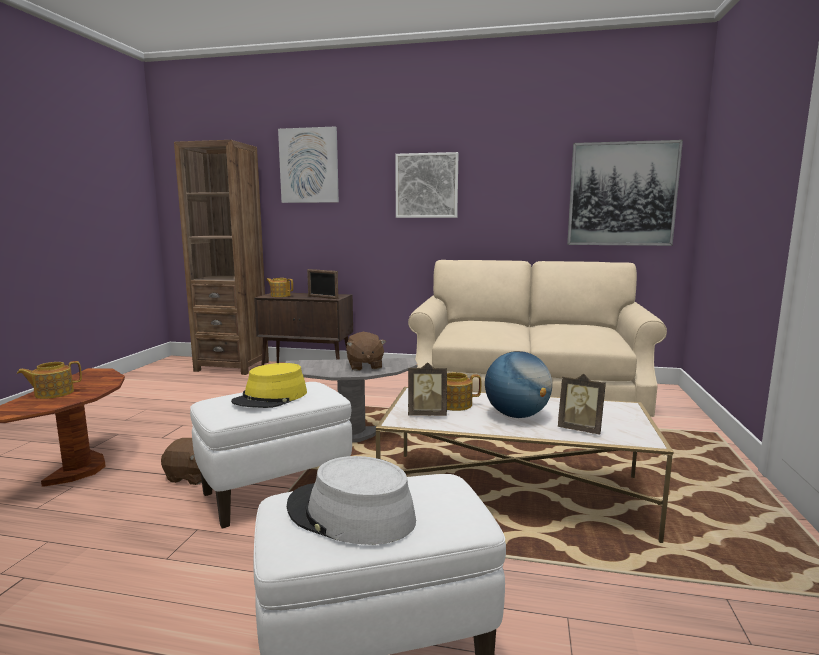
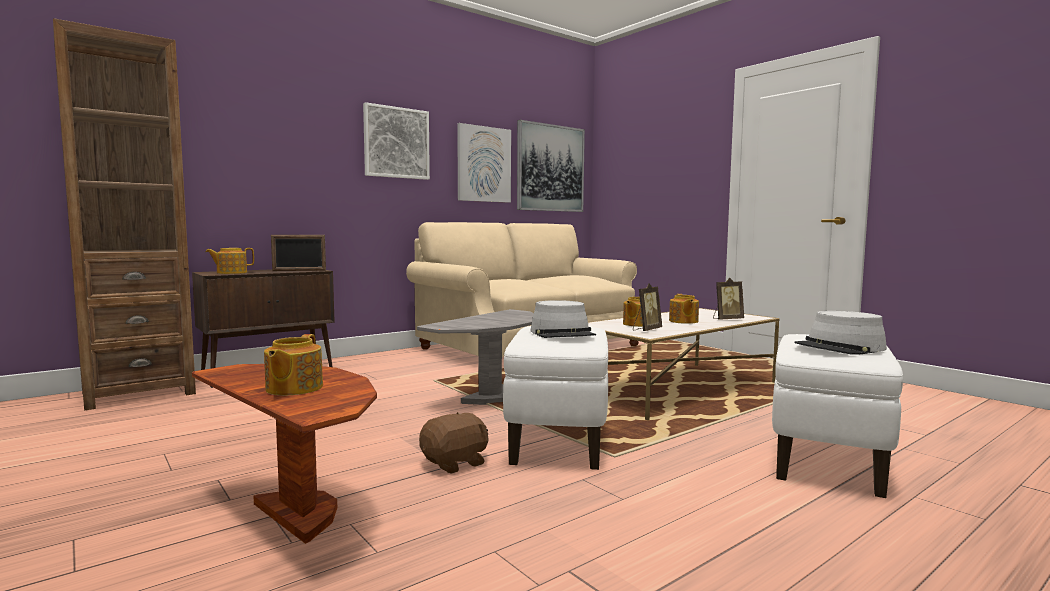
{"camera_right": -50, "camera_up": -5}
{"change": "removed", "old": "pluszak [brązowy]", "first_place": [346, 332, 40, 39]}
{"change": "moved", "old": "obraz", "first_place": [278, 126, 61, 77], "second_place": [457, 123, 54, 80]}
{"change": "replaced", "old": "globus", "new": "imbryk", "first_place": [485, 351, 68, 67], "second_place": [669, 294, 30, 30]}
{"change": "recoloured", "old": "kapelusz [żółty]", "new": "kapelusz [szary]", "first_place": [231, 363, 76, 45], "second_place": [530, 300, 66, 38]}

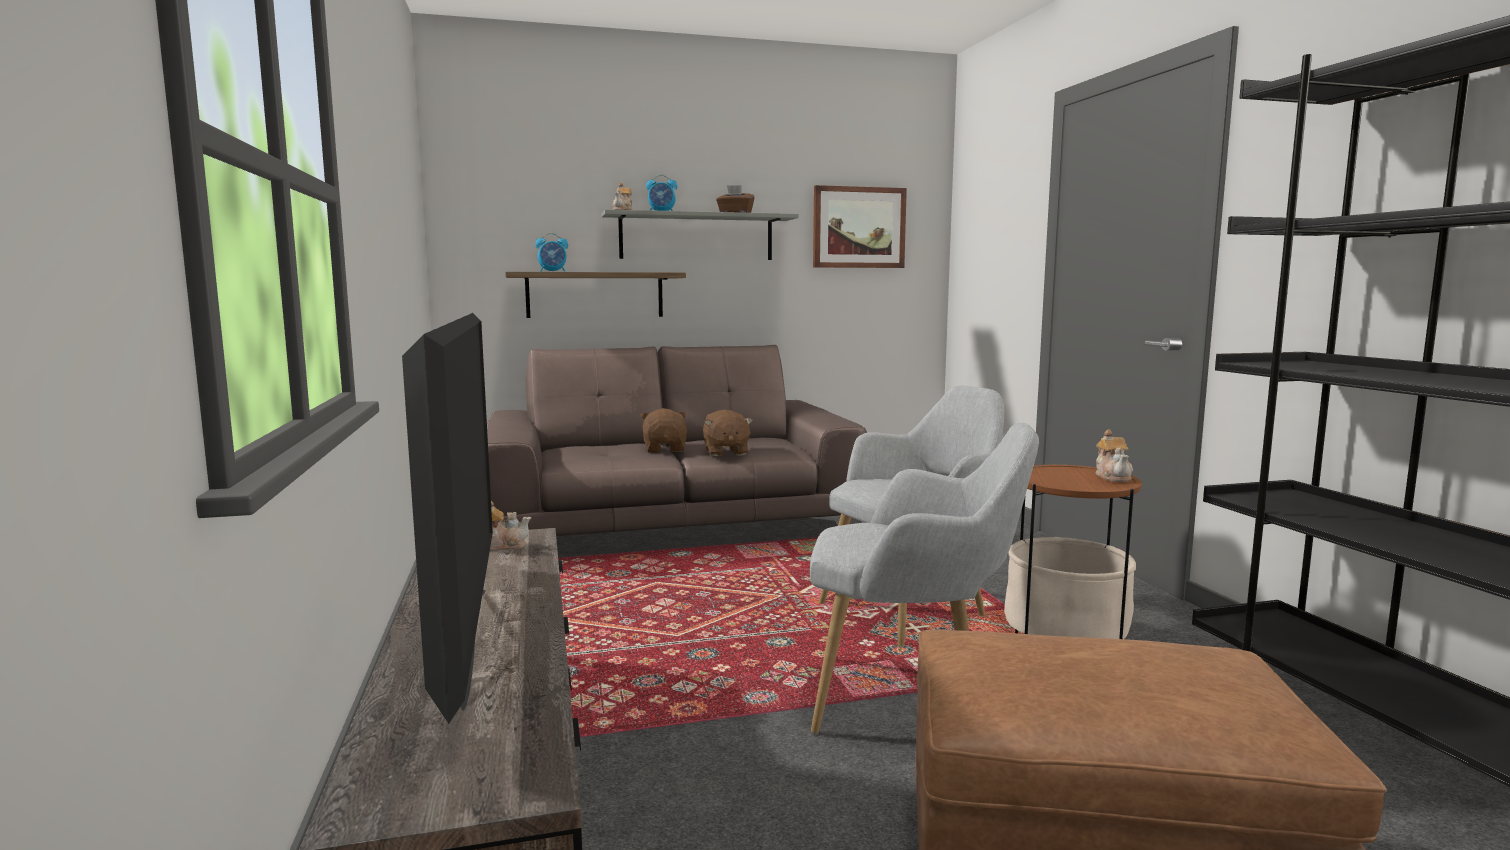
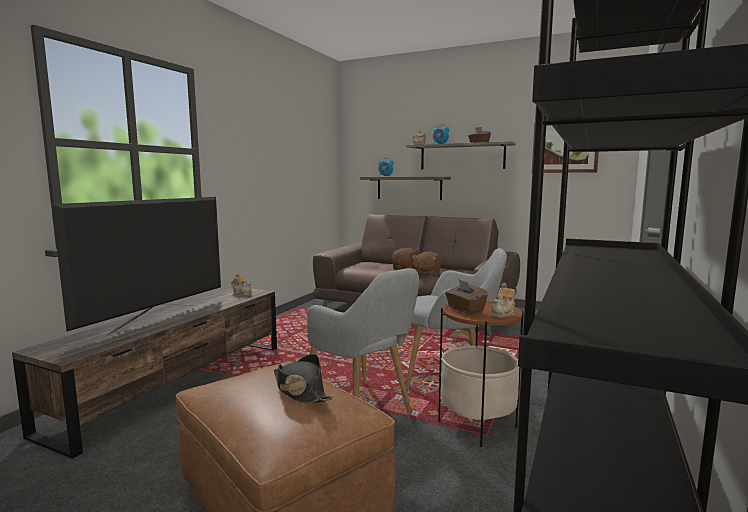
{"camera_right": 40, "camera_up": 0}
{"change": "added", "new": "kapelusz [czarny]", "second_place": [274, 354, 59, 50]}
{"change": "added", "new": "pudełko chusteczek [brązowy]", "second_place": [445, 279, 43, 35]}

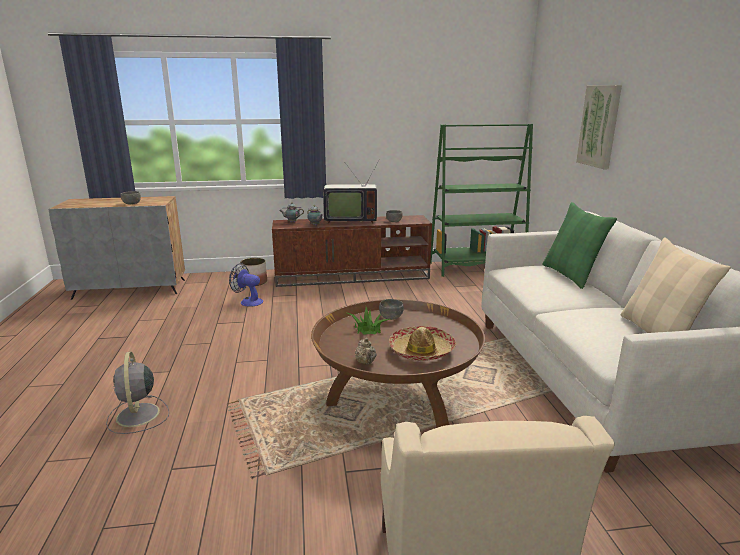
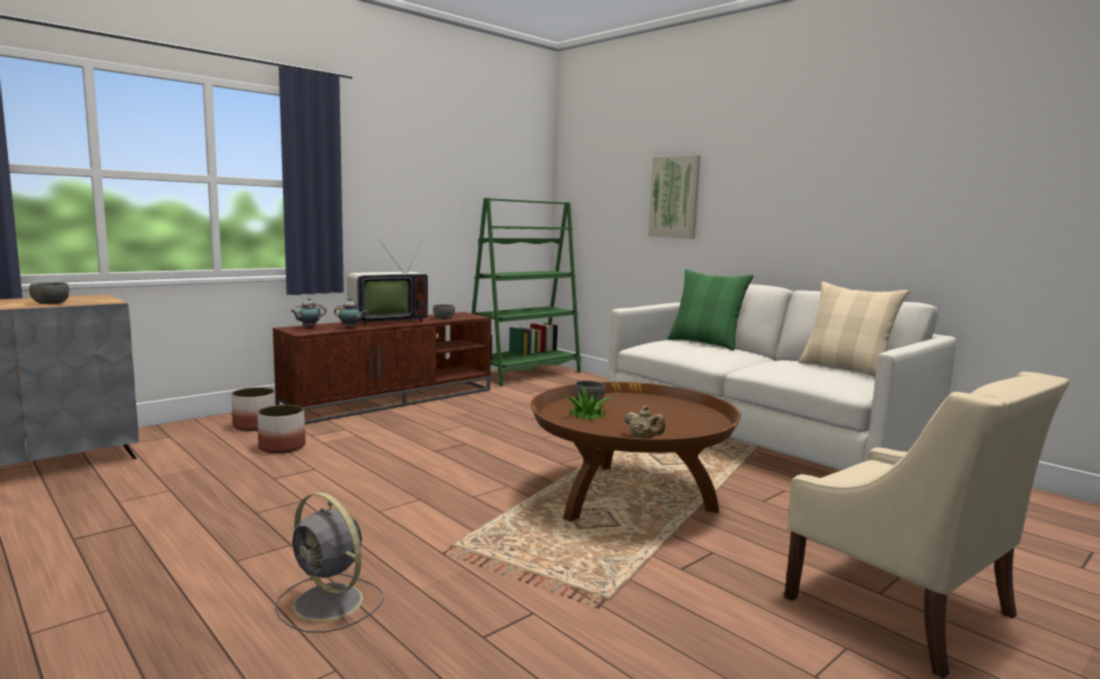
{"camera_right": -35, "camera_up": -10}
{"change": "removed", "old": "kapelusz", "first_place": [389, 326, 67, 35]}
{"change": "replaced", "old": "wentylator", "new": "donica", "first_place": [229, 263, 34, 44], "second_place": [257, 405, 49, 48]}

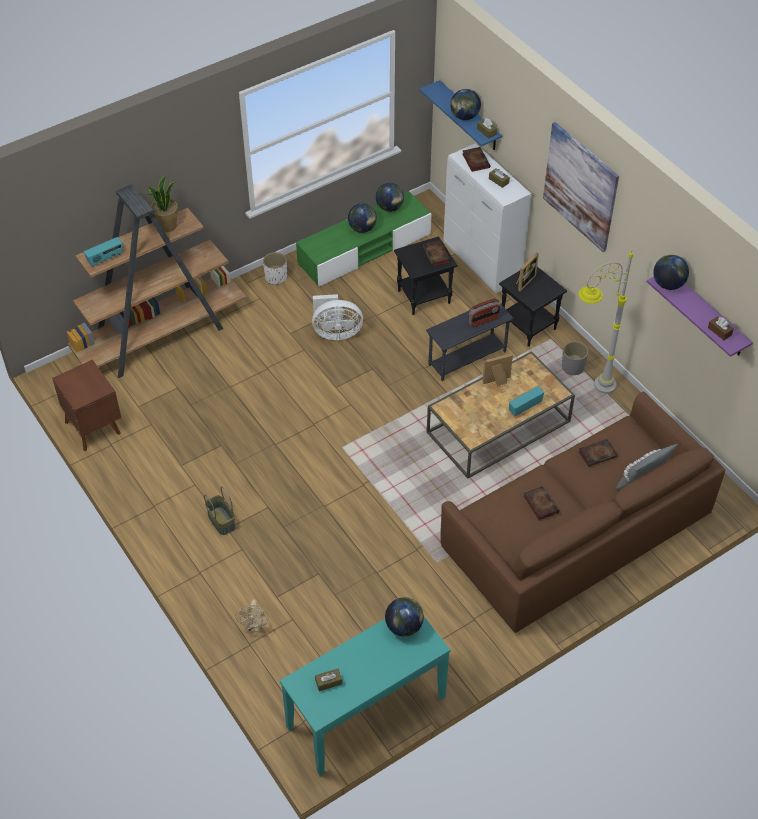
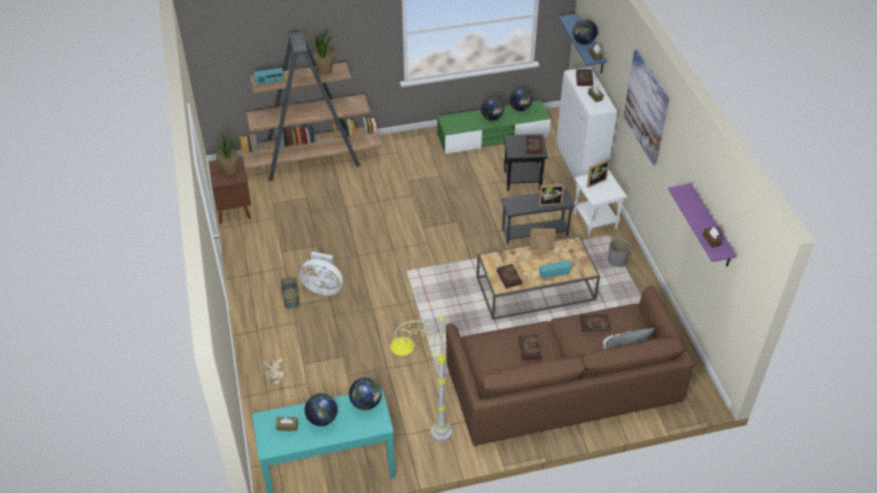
{"camera_right": 20, "camera_up": -5}
{"change": "removed", "old": "donica [biały]", "first_place": [263, 252, 24, 33]}
{"change": "added", "new": "roślina doniczkowa", "second_place": [216, 132, 22, 43]}
{"change": "added", "new": "książka", "second_place": [496, 264, 27, 25]}
{"change": "moved", "old": "wentylator [biały]", "first_place": [312, 294, 51, 46], "second_place": [299, 251, 44, 44]}
{"change": "moved", "old": "lampa stojąca [szary]", "first_place": [578, 252, 55, 142], "second_place": [390, 314, 62, 128]}
{"change": "moved", "old": "globus", "first_place": [653, 255, 36, 35], "second_place": [305, 393, 33, 33]}
{"change": "replaced", "old": "radio", "new": "ramka na zdjęcie", "first_place": [468, 298, 32, 30], "second_place": [539, 184, 25, 22]}
{"change": "recoloured", "old": "stolik [czarny]", "new": "stolik [biały]", "first_place": [499, 267, 68, 80], "second_place": [574, 170, 53, 66]}

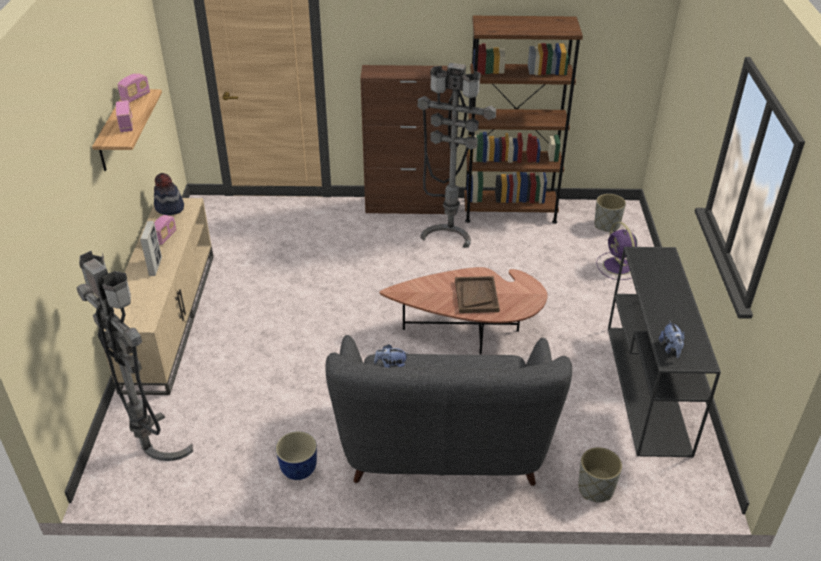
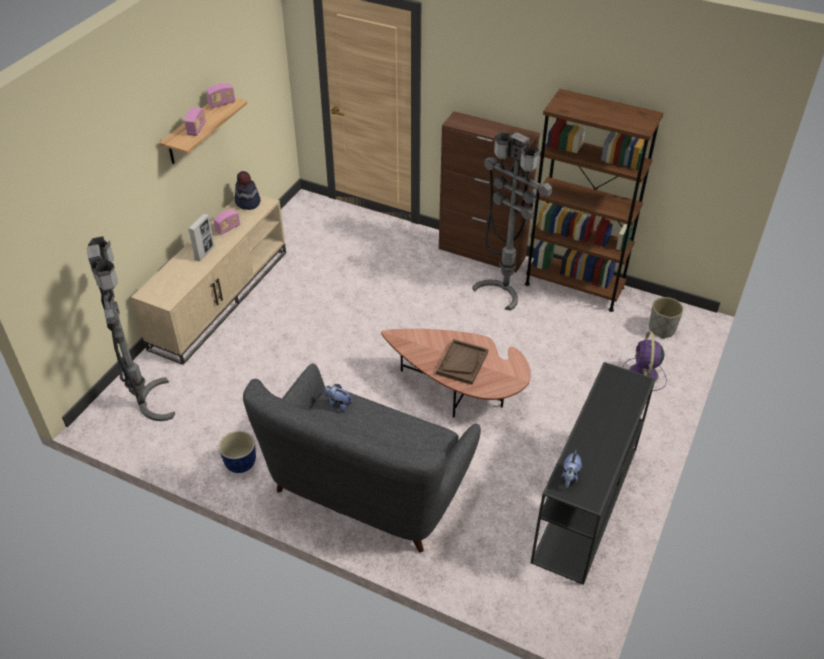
{"camera_right": 25, "camera_up": 5}
{"change": "removed", "old": "donica [szary]", "first_place": [578, 447, 44, 55]}

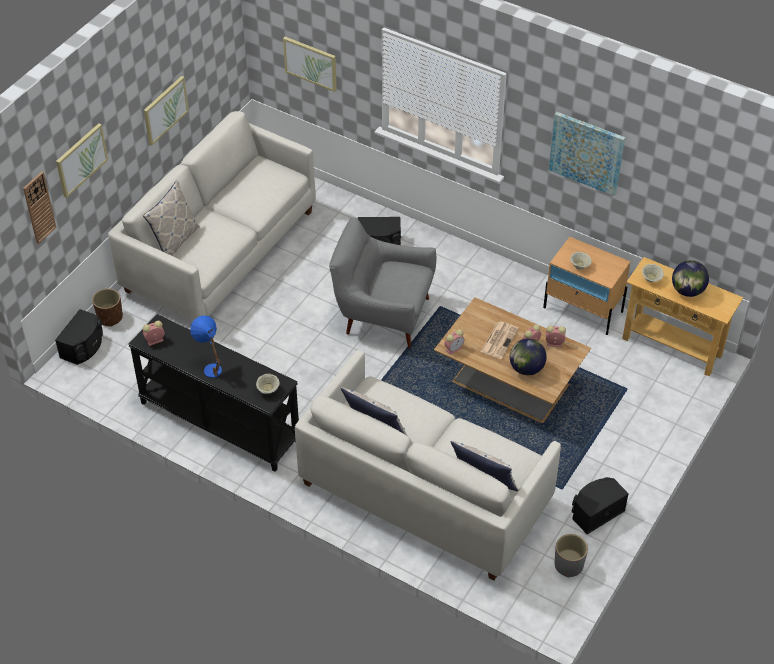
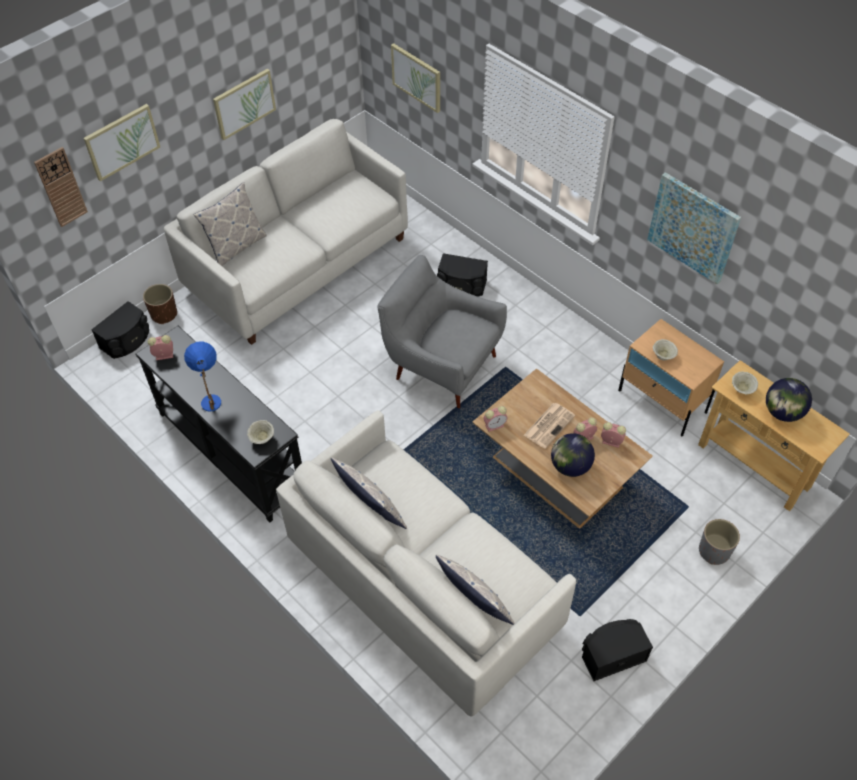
{"camera_right": 15, "camera_up": 5}
{"change": "moved", "old": "donica [szary]", "first_place": [555, 534, 33, 43], "second_place": [699, 519, 41, 46]}

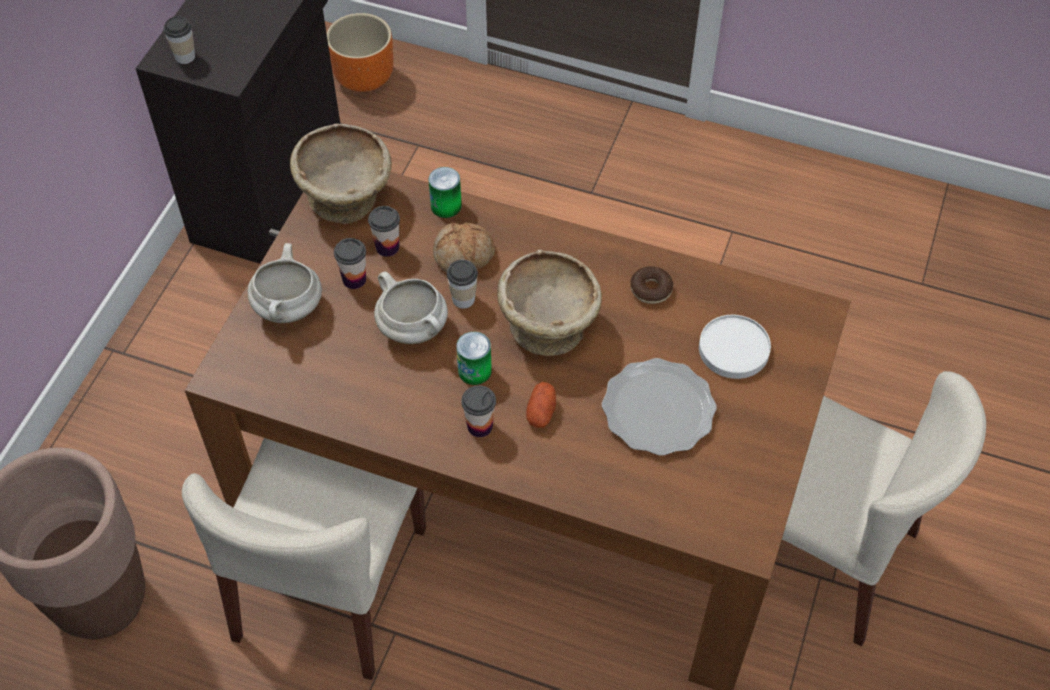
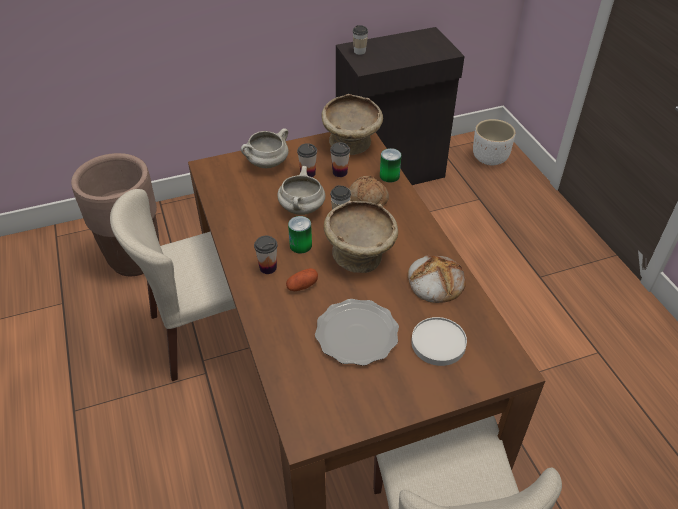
{"camera_right": 50, "camera_up": -10}
{"change": "replaced", "old": "donut", "new": "chleb", "first_place": [630, 266, 43, 38], "second_place": [407, 255, 59, 48]}
{"change": "recoloured", "old": "donica [pomarańczowy]", "new": "donica [biały]", "first_place": [327, 13, 67, 79], "second_place": [473, 119, 42, 46]}

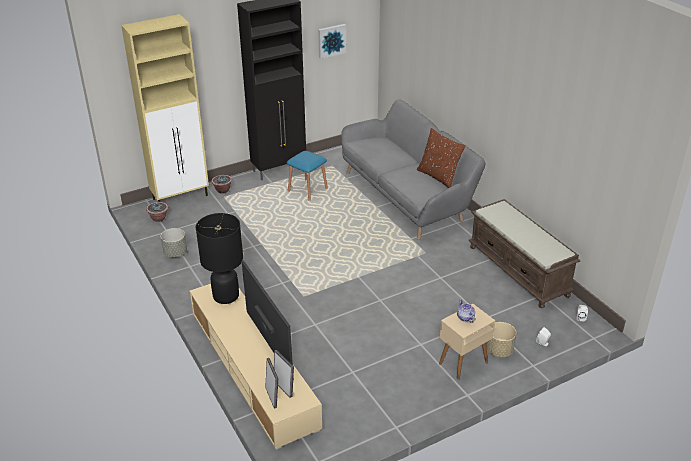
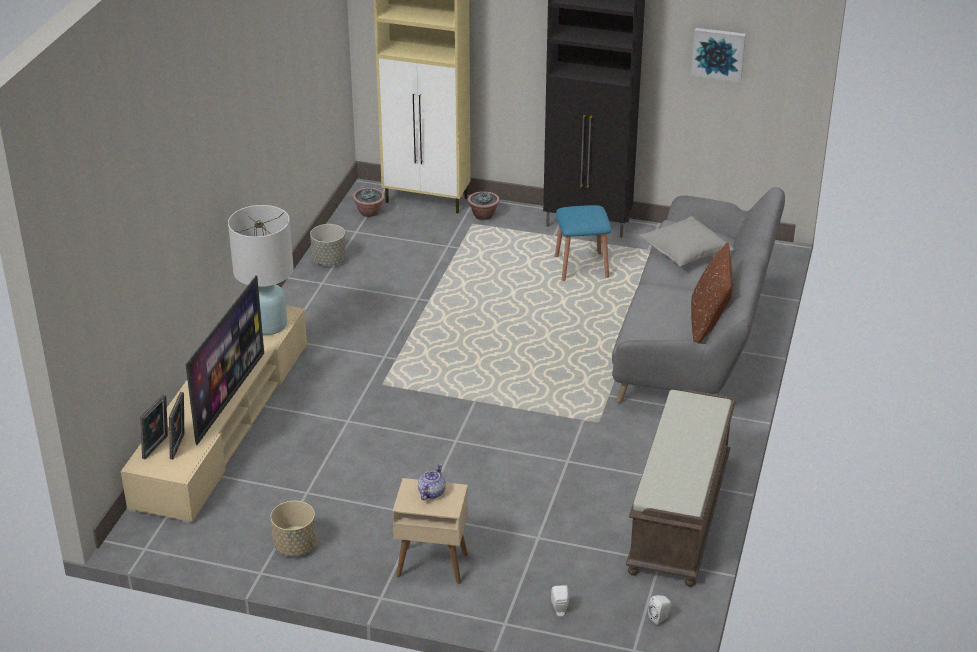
{"camera_right": 45, "camera_up": 0}
{"change": "added", "new": "poduszka [szary]", "second_place": [639, 216, 95, 50]}
{"change": "moved", "old": "donica [beżowy]", "first_place": [486, 322, 30, 35], "second_place": [271, 501, 46, 55]}
{"change": "recoloured", "old": "lampa stołowa [czarny]", "new": "lampa stołowa [biały]", "first_place": [196, 213, 47, 91], "second_place": [228, 205, 66, 130]}

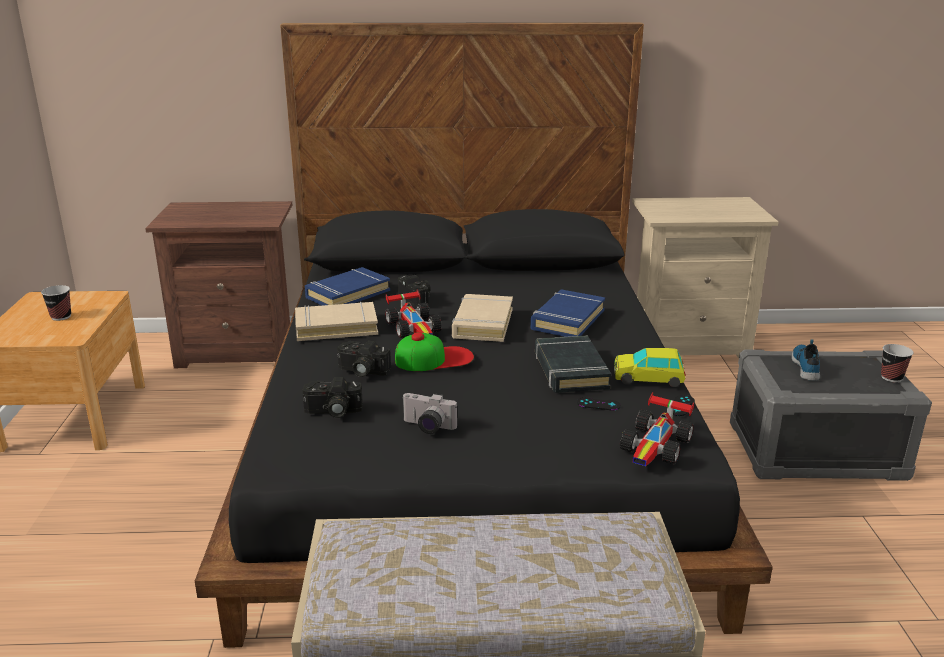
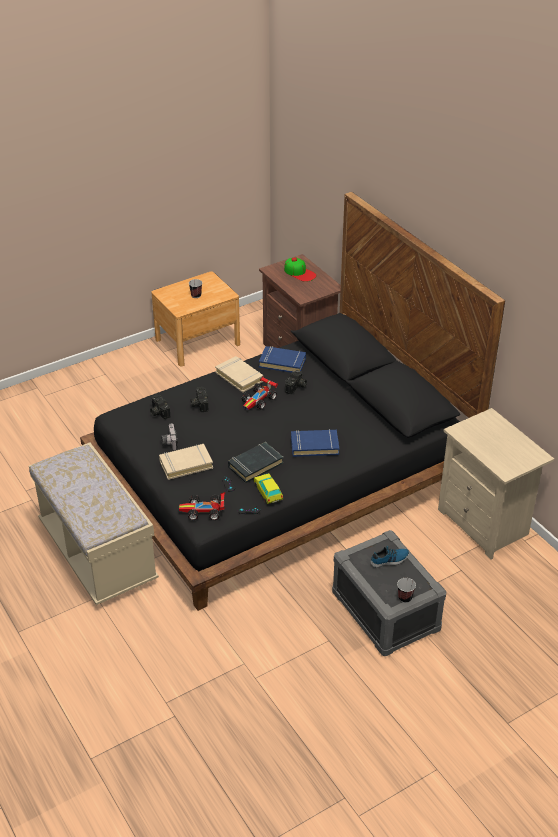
{"camera_right": 60, "camera_up": 15}
{"change": "moved", "old": "czapka z daszkiem", "first_place": [395, 332, 79, 39], "second_place": [284, 257, 32, 25]}
{"change": "moved", "old": "książka [beżowy]", "first_place": [452, 294, 61, 48], "second_place": [159, 444, 54, 36]}

